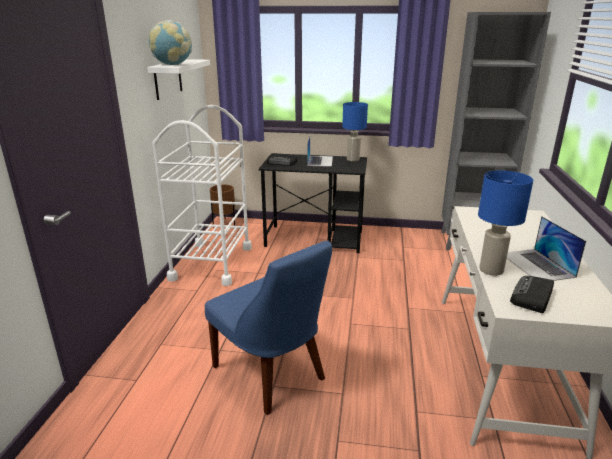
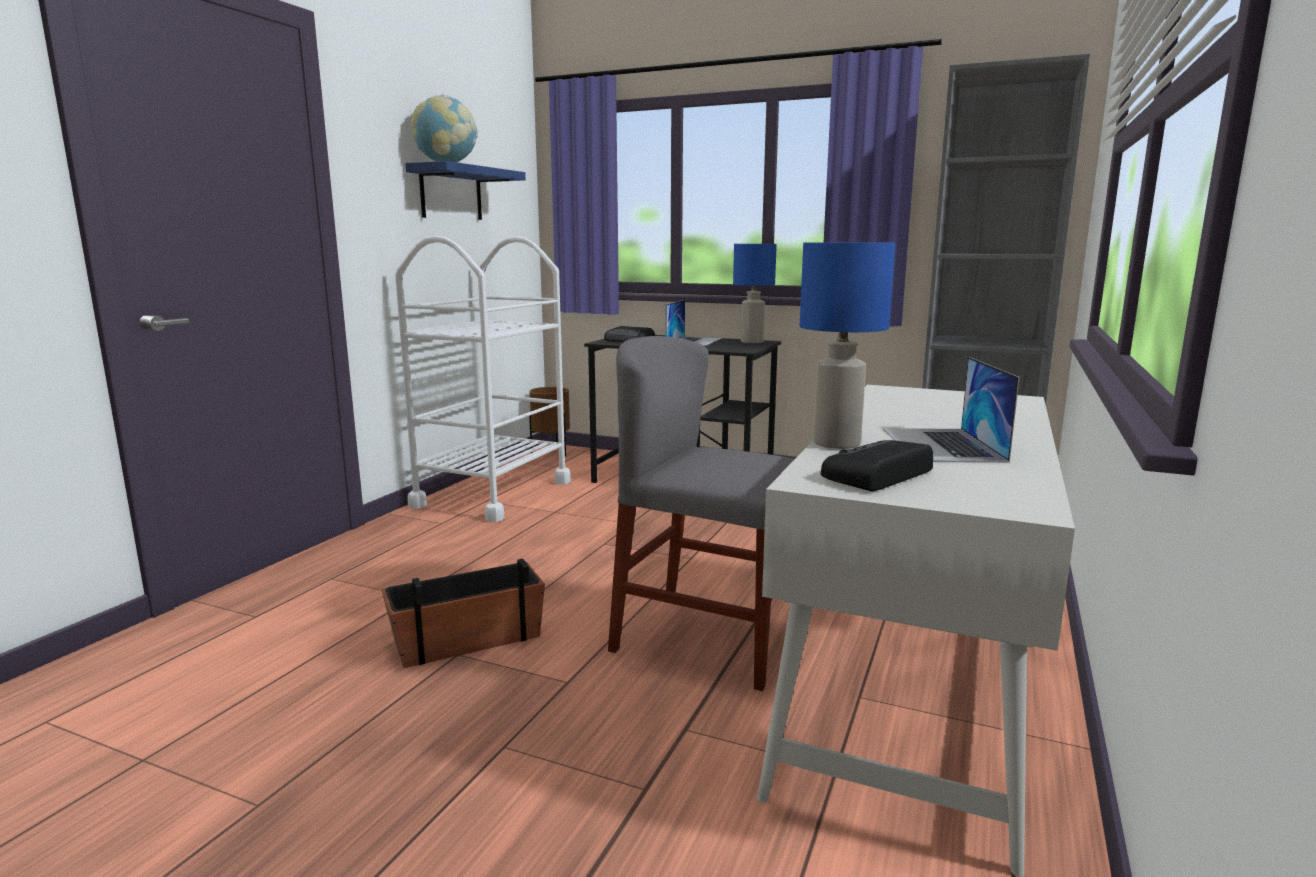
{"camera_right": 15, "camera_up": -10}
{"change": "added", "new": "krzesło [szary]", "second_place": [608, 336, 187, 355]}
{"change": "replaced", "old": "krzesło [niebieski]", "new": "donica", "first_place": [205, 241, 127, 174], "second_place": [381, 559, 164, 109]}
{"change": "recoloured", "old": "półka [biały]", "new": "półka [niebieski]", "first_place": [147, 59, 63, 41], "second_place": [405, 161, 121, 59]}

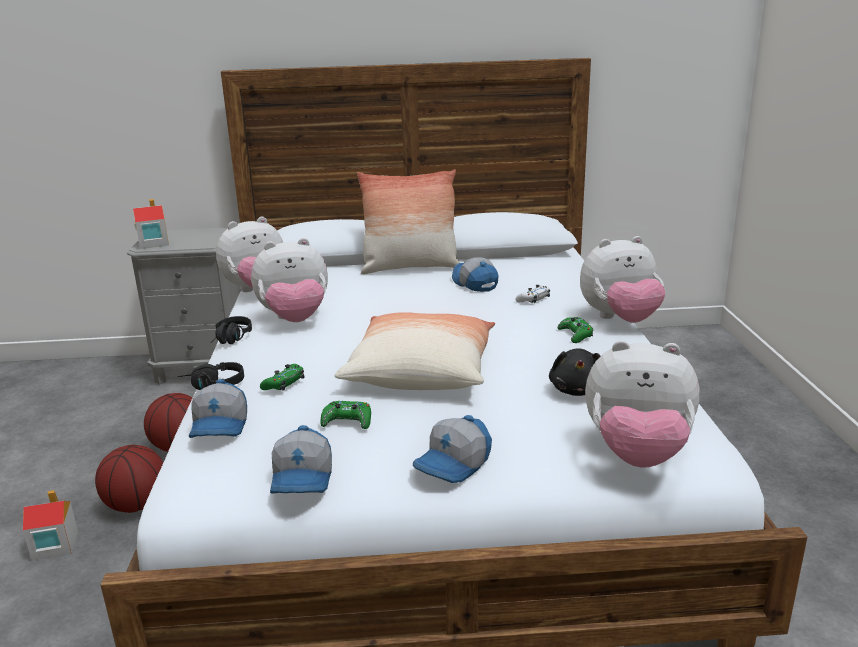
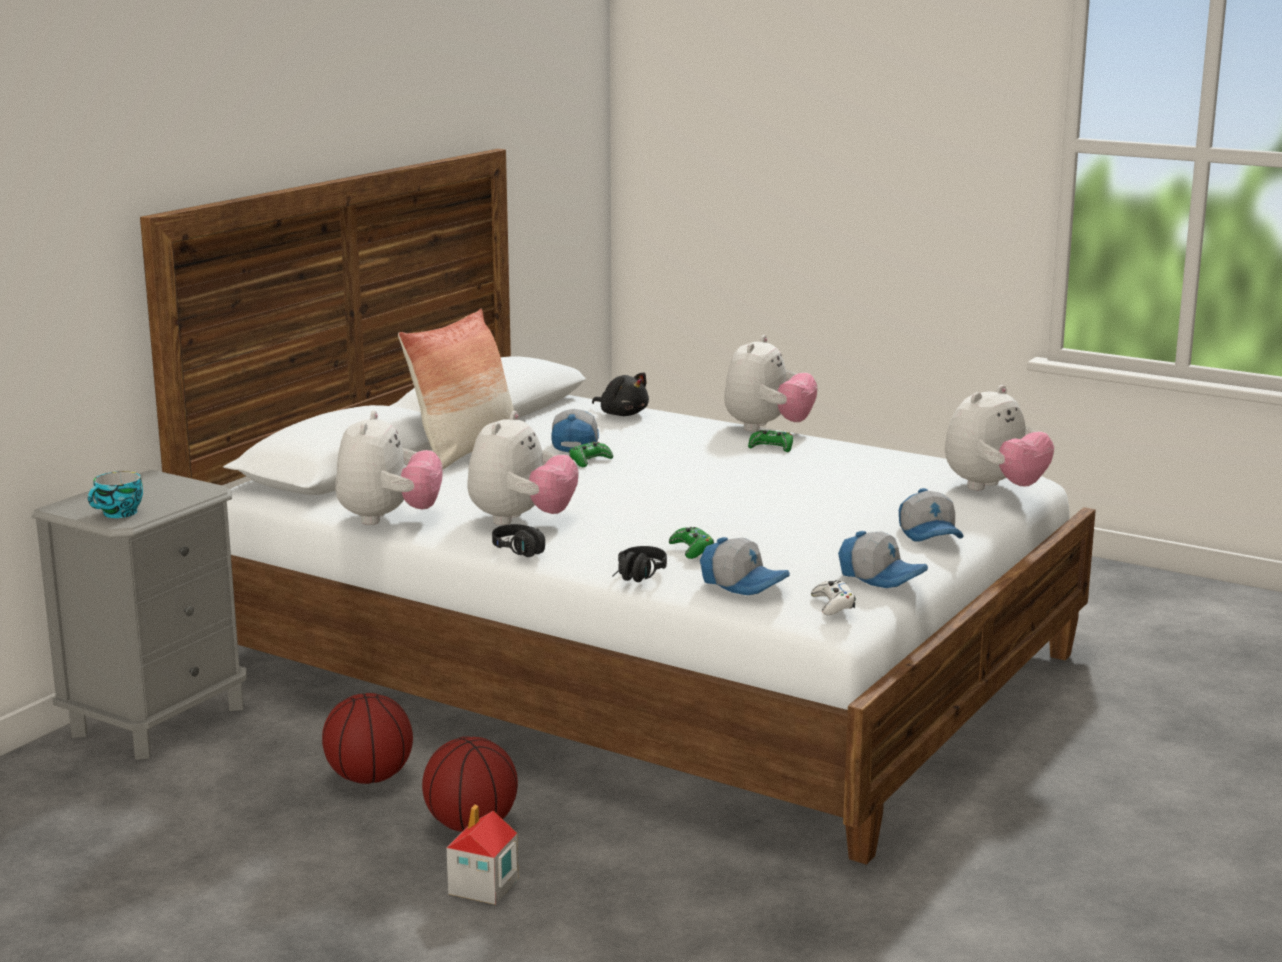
{"camera_right": -55, "camera_up": -5}
{"change": "removed", "old": "poduszka", "first_place": [335, 312, 160, 78]}
{"change": "moved", "old": "pad do gier [zielony]", "first_place": [320, 401, 51, 28], "second_place": [569, 442, 44, 25]}
{"change": "moved", "old": "pad do gier [biały]", "first_place": [515, 285, 35, 18], "second_place": [811, 580, 45, 35]}
{"change": "moved", "old": "pluszak [czarny]", "first_place": [549, 348, 51, 48], "second_place": [592, 373, 57, 43]}
{"change": "replaced", "old": "domek", "new": "filiżanka", "first_place": [133, 199, 36, 50], "second_place": [88, 471, 55, 47]}
{"change": "turned", "old": "czapka z daszkiem", "first_place": [452, 257, 47, 35], "second_place": [551, 409, 48, 43], "degrees": 90}

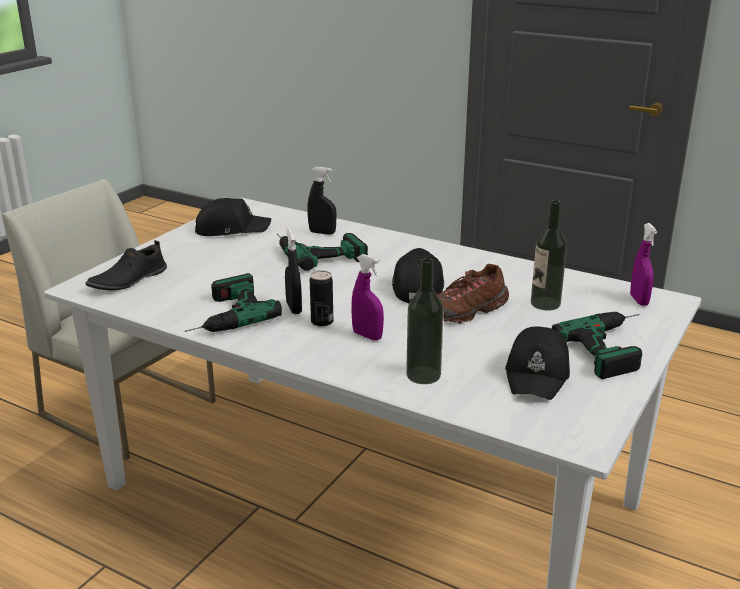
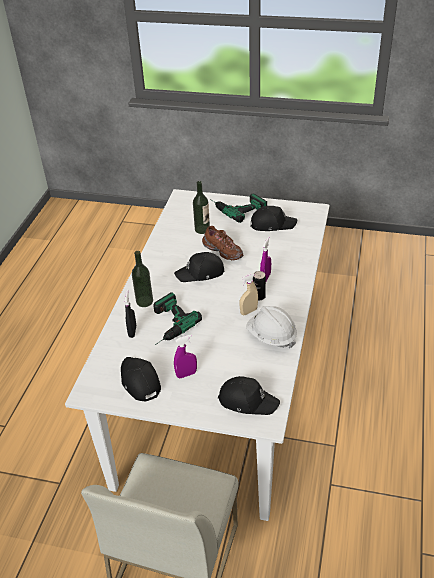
{"camera_right": -105, "camera_up": 15}
{"change": "moved", "old": "butelka", "first_place": [406, 258, 38, 126], "second_place": [132, 251, 21, 56]}
{"change": "moved", "old": "spryskiwacz [fioletowy]", "first_place": [630, 223, 27, 83], "second_place": [174, 335, 23, 43]}
{"change": "replaced", "old": "but [czarny]", "new": "czapka z daszkiem [czarny]", "first_place": [85, 240, 82, 50], "second_place": [218, 376, 62, 39]}
{"change": "replaced", "old": "wiertarka", "new": "kask [biały]", "first_place": [184, 273, 98, 59], "second_place": [246, 306, 51, 42]}
{"change": "recoloured", "old": "spryskiwacz [czarny]", "new": "spryskiwacz [beżowy]", "first_place": [285, 227, 17, 87], "second_place": [239, 273, 19, 42]}

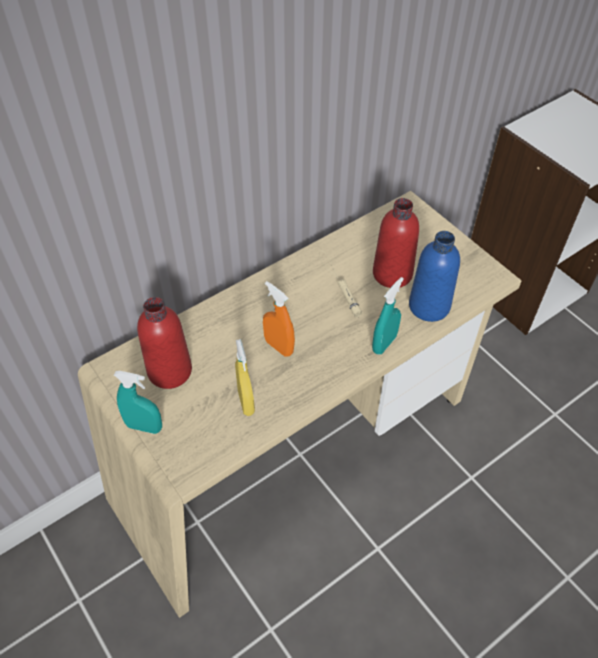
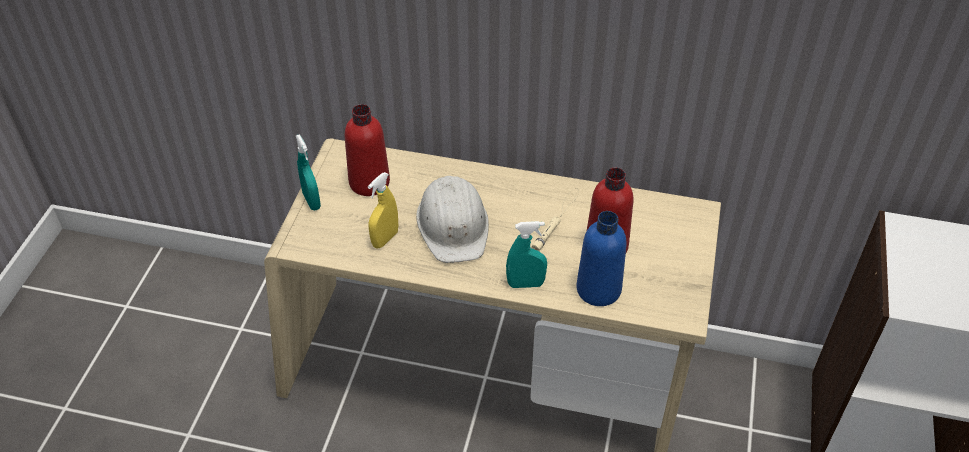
{"camera_right": 50, "camera_up": -5}
{"change": "replaced", "old": "spryskiwacz [pomarańczowy]", "new": "kask [biały]", "first_place": [263, 281, 32, 76], "second_place": [416, 176, 73, 87]}

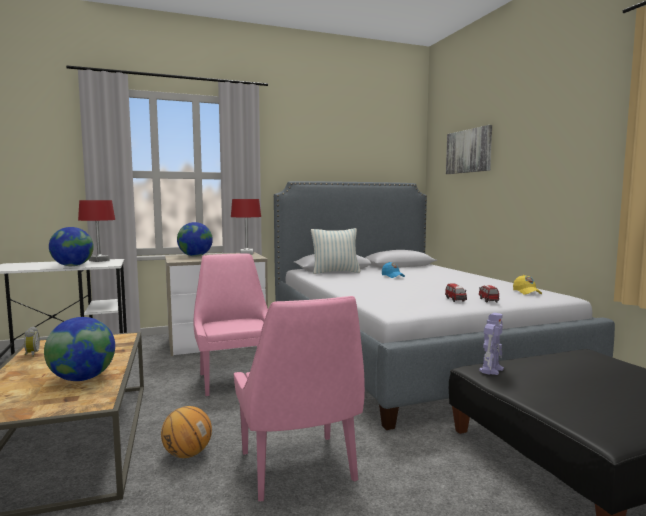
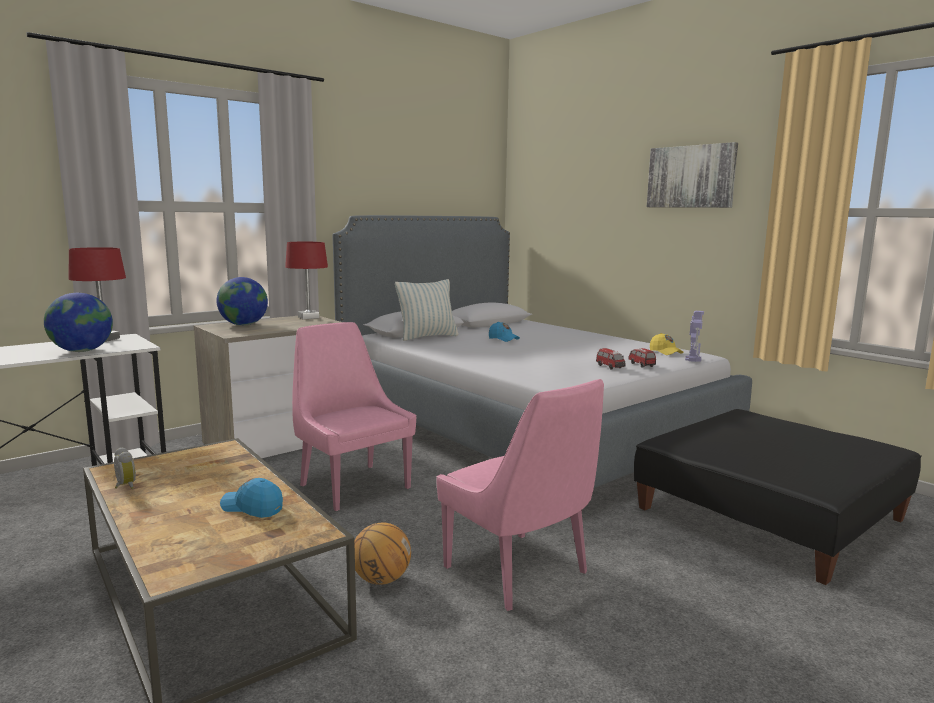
{"camera_right": -20, "camera_up": 5}
{"change": "moved", "old": "obraz", "first_place": [446, 125, 46, 49], "second_place": [647, 142, 91, 66]}
{"change": "moved", "old": "robot zabawkowy", "first_place": [479, 313, 25, 62], "second_place": [685, 311, 19, 51]}
{"change": "replaced", "old": "globus", "new": "czapka z daszkiem [niebieski]", "first_place": [44, 317, 71, 64], "second_place": [220, 478, 63, 40]}

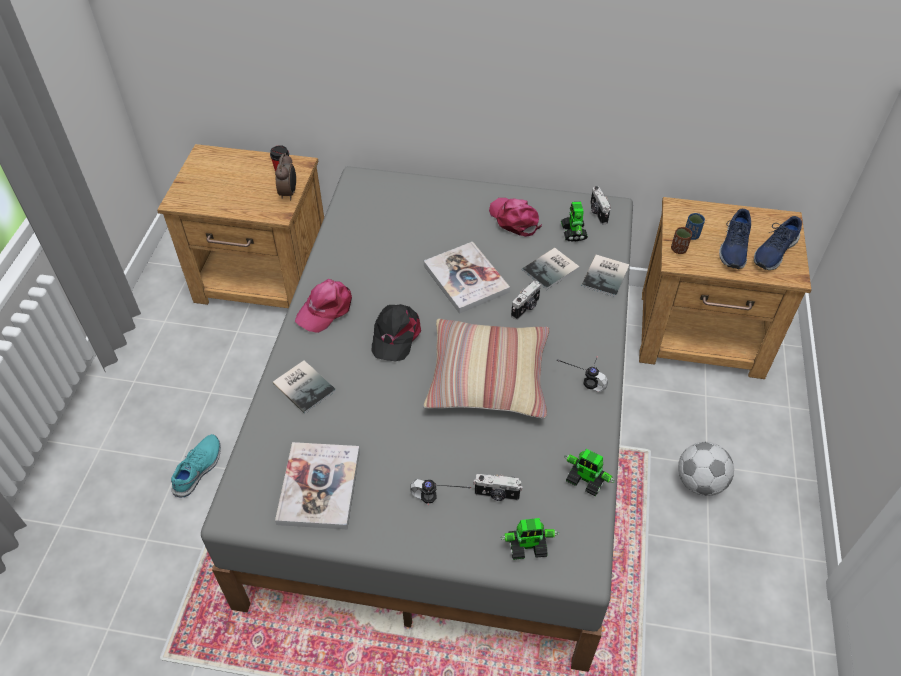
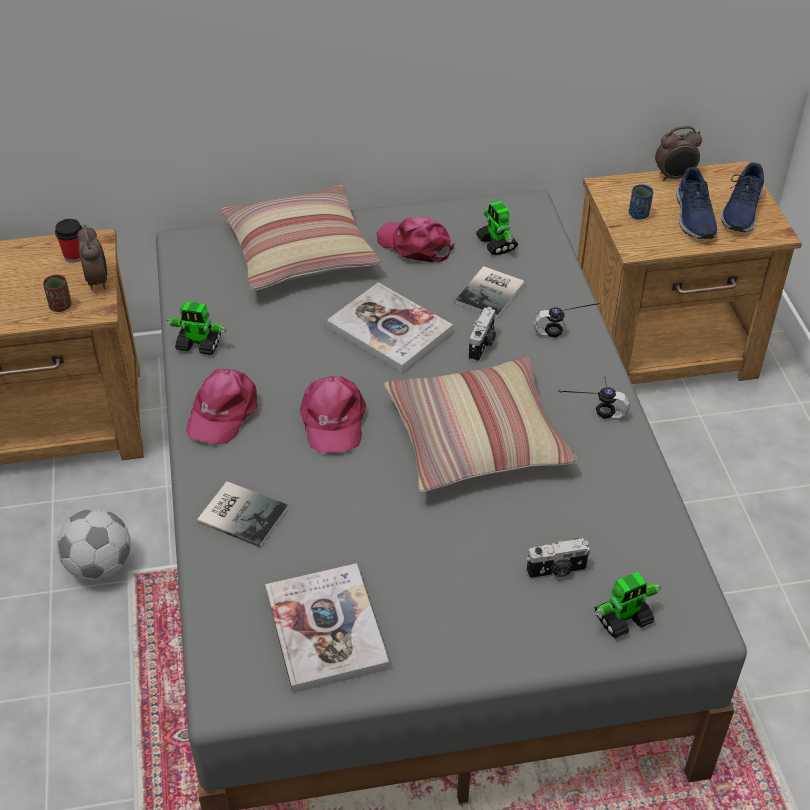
{"camera_right": -20, "camera_up": -5}
{"change": "removed", "old": "but [turkusowy]", "first_place": [171, 434, 50, 63]}
{"change": "removed", "old": "książka", "first_place": [581, 255, 49, 42]}
{"change": "removed", "old": "aparat fotograficzny", "first_place": [590, 186, 21, 38]}
{"change": "added", "new": "poduszka", "second_place": [221, 185, 160, 106]}
{"change": "added", "new": "budzik", "second_place": [655, 126, 47, 55]}
{"change": "moved", "old": "słuchawki", "first_place": [410, 479, 61, 26], "second_place": [533, 302, 67, 36]}
{"change": "moved", "old": "robot zabawkowy", "first_place": [564, 449, 51, 47], "second_place": [167, 301, 60, 54]}
{"change": "moved", "old": "filiżanka [brązowy]", "first_place": [671, 227, 21, 27], "second_place": [43, 274, 28, 38]}
{"change": "moved", "old": "piłka futbolowa", "first_place": [678, 442, 56, 54], "second_place": [57, 509, 74, 72]}
{"change": "recoloured", "old": "czapka z daszkiem [czarny]", "new": "czapka z daszkiem [różowy]", "first_place": [372, 304, 49, 57], "second_place": [300, 377, 66, 76]}

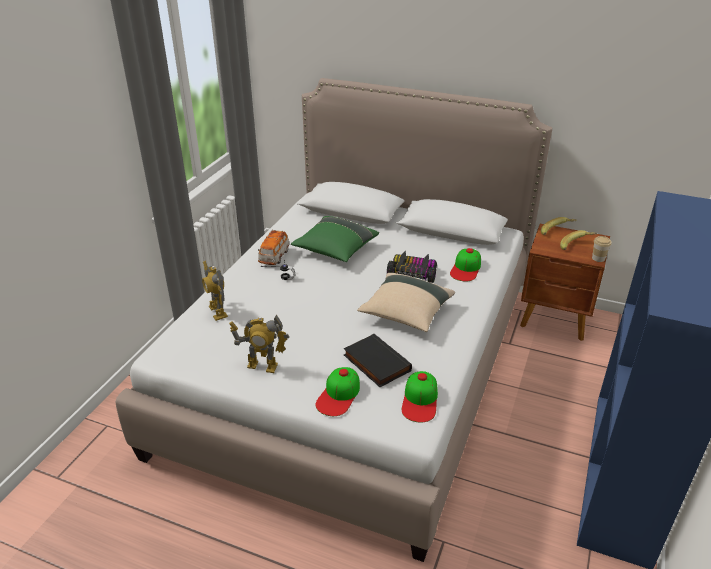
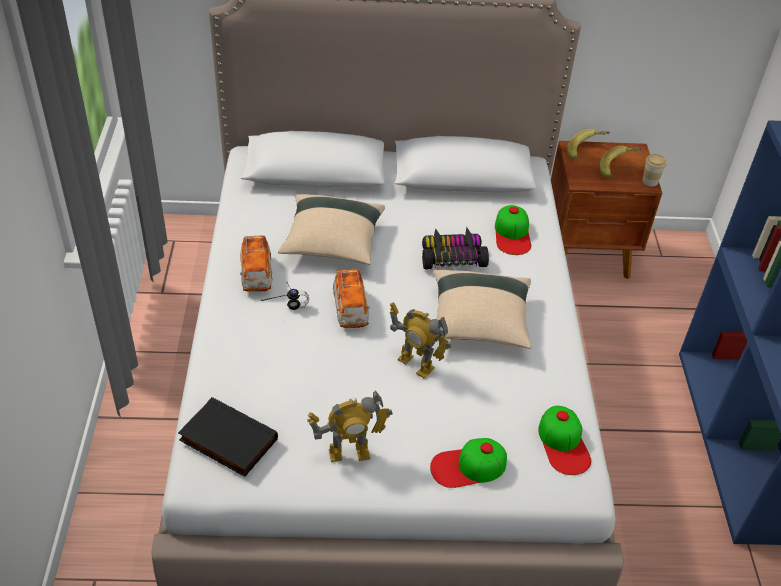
{"camera_right": -25, "camera_up": 10}
{"change": "added", "new": "samochodzik", "second_place": [333, 269, 37, 59]}
{"change": "moved", "old": "robot zabawkowy", "first_place": [202, 261, 26, 60], "second_place": [390, 302, 61, 77]}
{"change": "moved", "old": "książka [czarny]", "first_place": [344, 334, 68, 53], "second_place": [178, 397, 100, 80]}
{"change": "recoloured", "old": "poduszka [zielony]", "new": "poduszka [beżowy]", "first_place": [291, 216, 88, 46], "second_place": [278, 194, 107, 71]}
{"change": "turned", "old": "czapka z daszkiem", "first_place": [315, 367, 45, 49], "second_place": [430, 438, 77, 50], "degrees": 75}

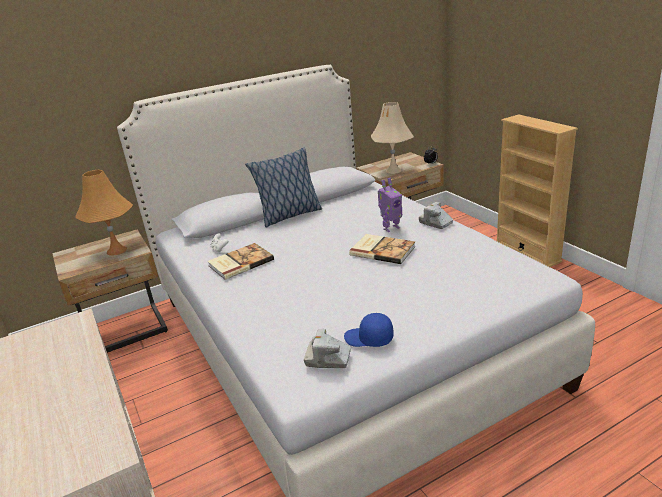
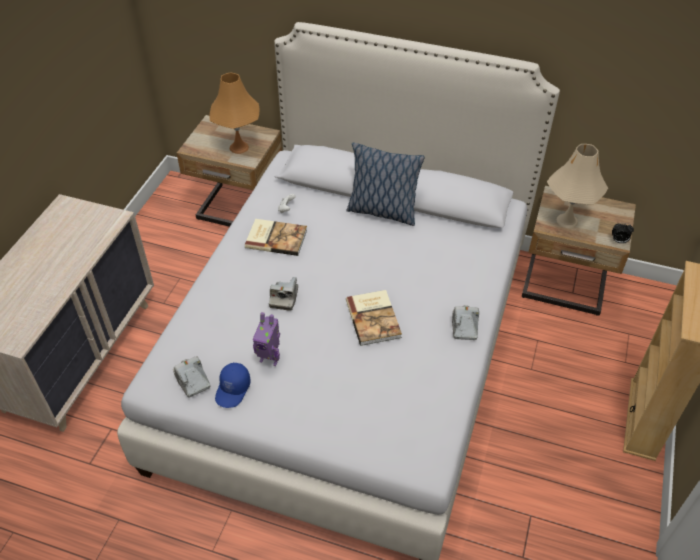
{"camera_right": 45, "camera_up": 20}
{"change": "added", "new": "aparat fotograficzny", "second_place": [269, 277, 29, 34]}
{"change": "moved", "old": "robot zabawkowy", "first_place": [378, 178, 24, 54], "second_place": [253, 312, 27, 54]}
{"change": "turned", "old": "czapka z daszkiem [niebieski]", "first_place": [344, 313, 49, 34], "second_place": [215, 363, 36, 45], "degrees": -135}

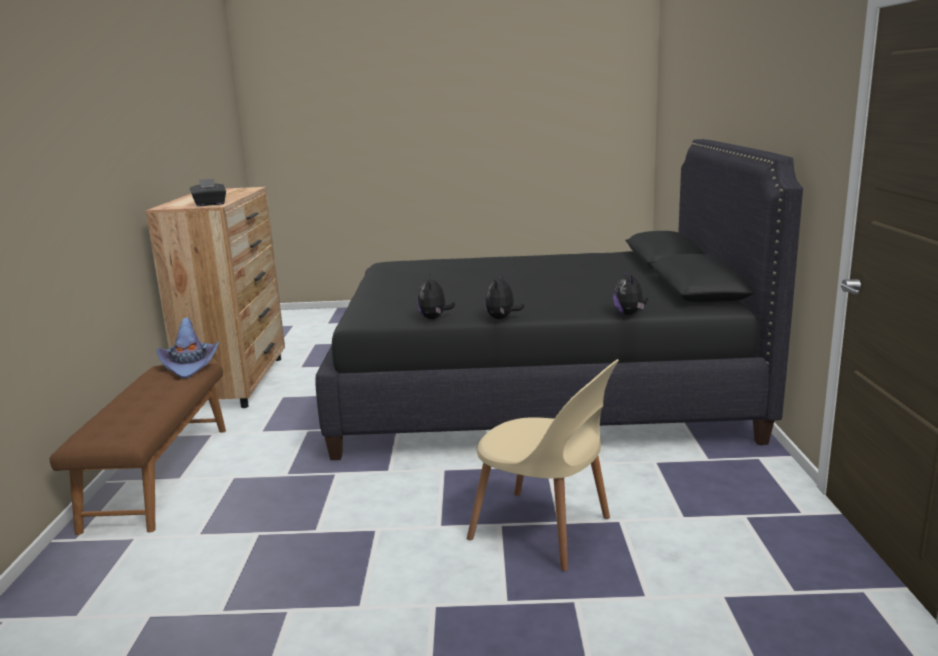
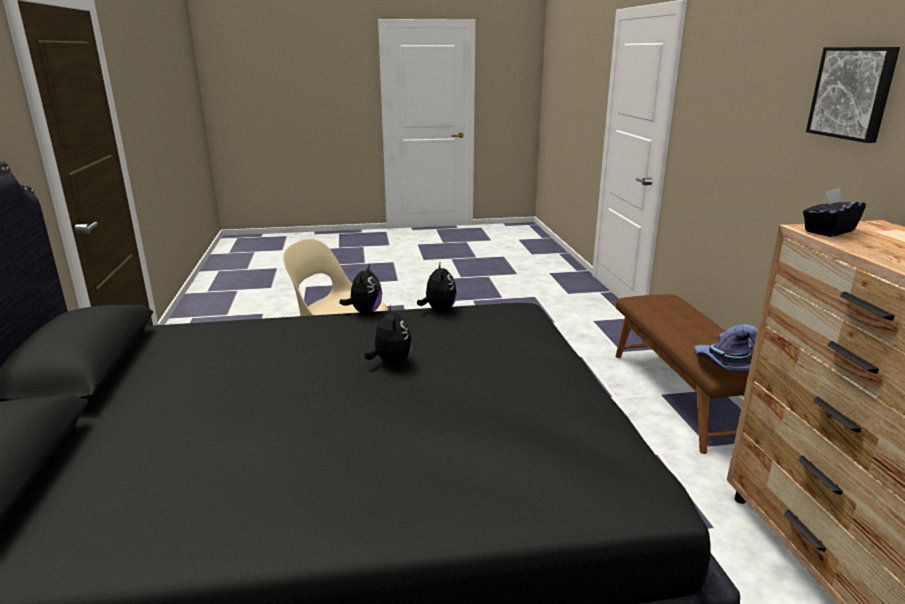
{"camera_right": 170, "camera_up": 5}
{"change": "added", "new": "obraz", "second_place": [806, 47, 94, 96]}
{"change": "moved", "old": "pluszak", "first_place": [613, 270, 35, 45], "second_place": [364, 305, 48, 60]}

